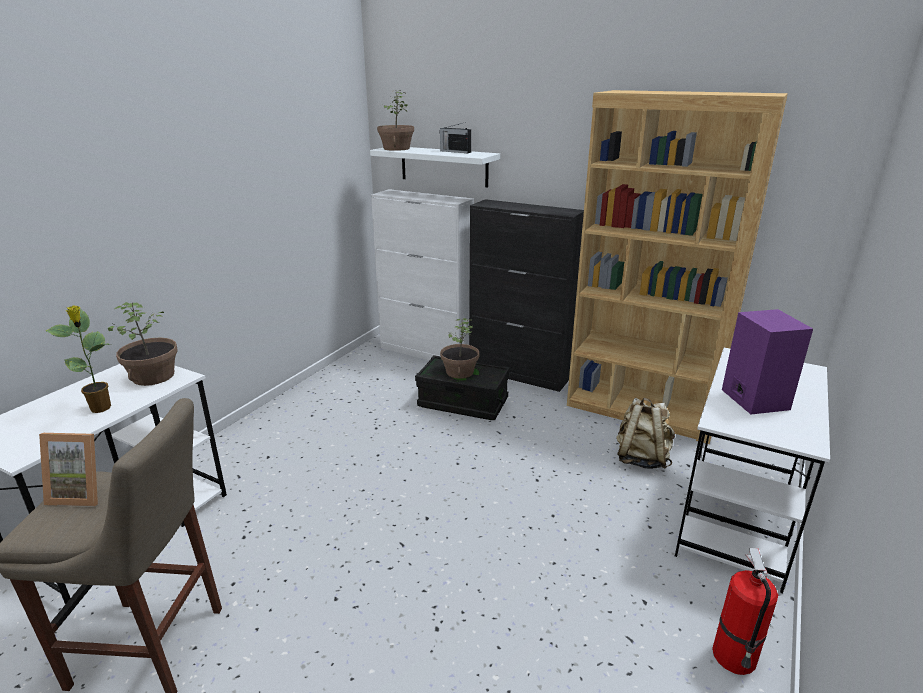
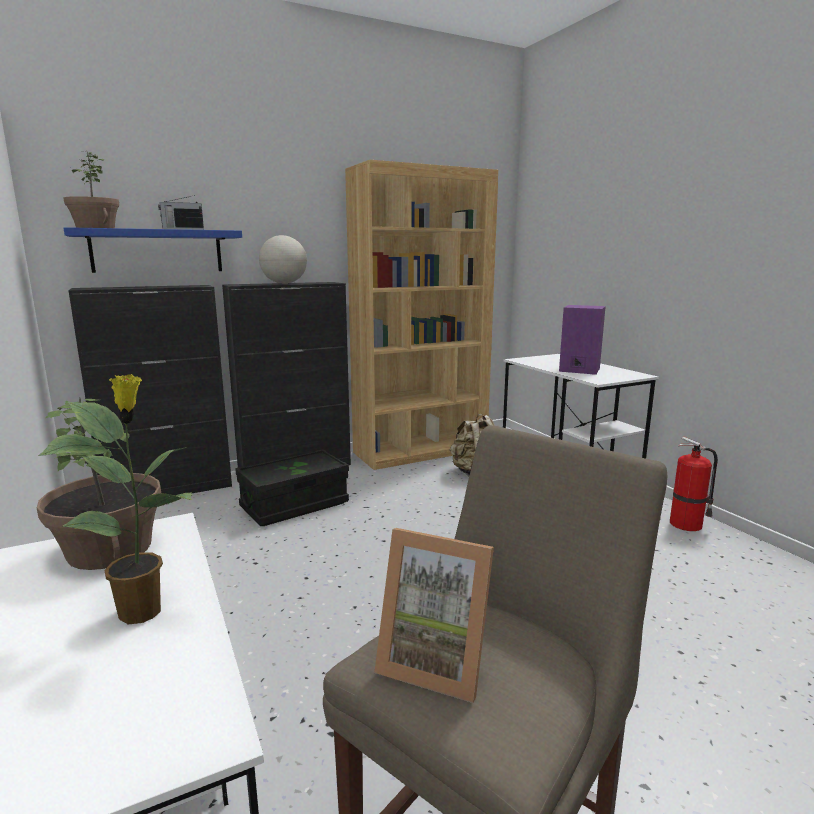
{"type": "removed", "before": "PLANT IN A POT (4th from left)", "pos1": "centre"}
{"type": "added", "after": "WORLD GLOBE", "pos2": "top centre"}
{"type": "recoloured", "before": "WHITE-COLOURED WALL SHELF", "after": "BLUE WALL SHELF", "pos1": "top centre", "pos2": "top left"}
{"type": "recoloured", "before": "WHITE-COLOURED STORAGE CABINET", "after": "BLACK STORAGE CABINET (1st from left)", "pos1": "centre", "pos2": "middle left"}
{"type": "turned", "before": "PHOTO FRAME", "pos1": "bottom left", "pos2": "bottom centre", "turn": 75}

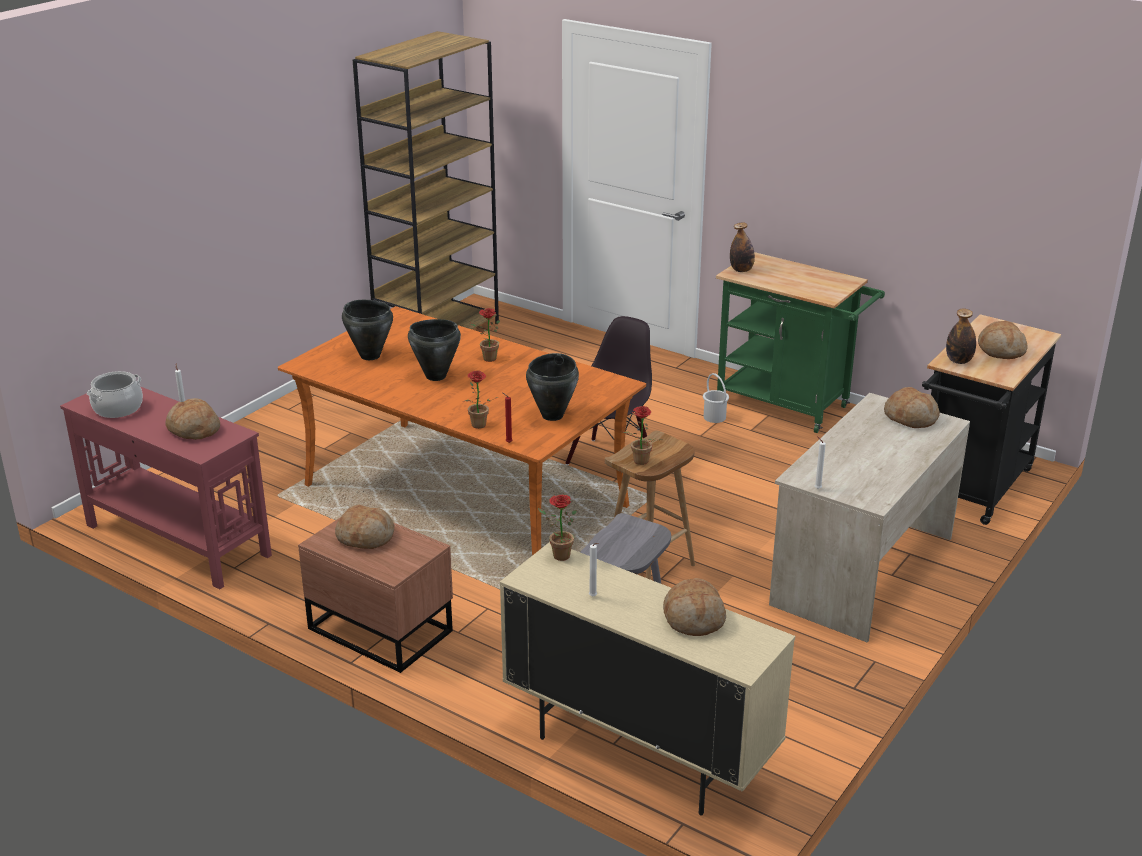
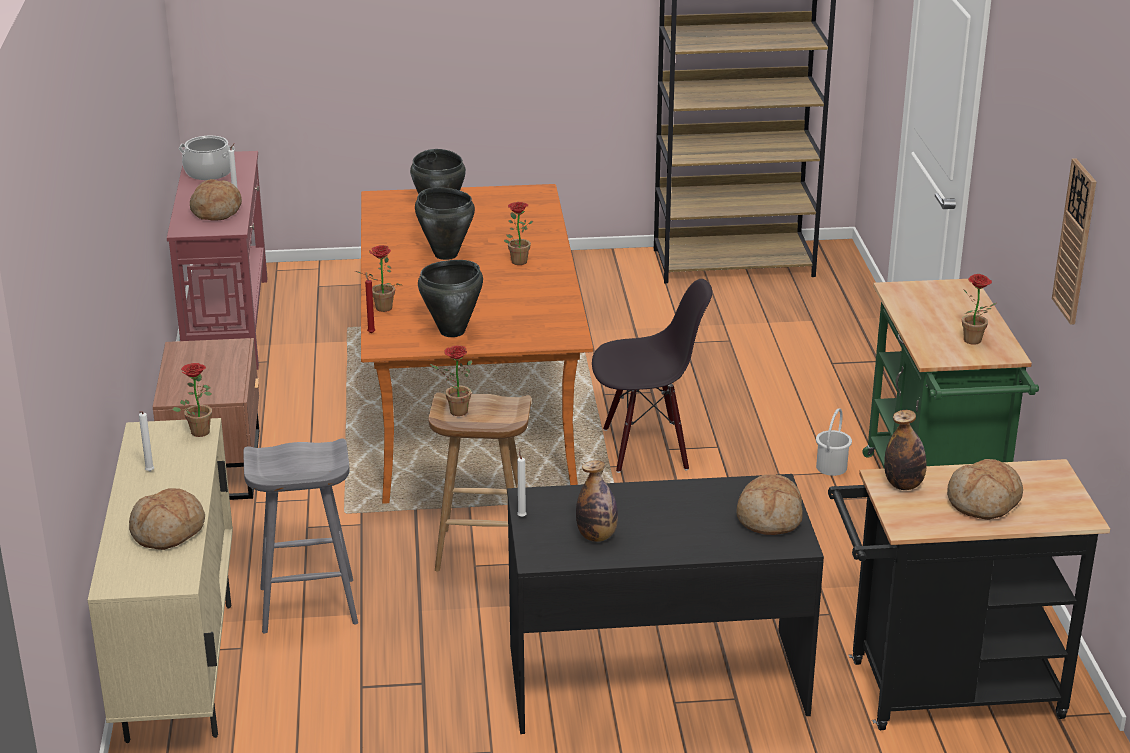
{"type": "removed", "before": "BAKERY BREAD (2nd from left)", "pos1": "middle left"}
{"type": "added", "after": "PLANT IN A POT (5th from left)", "pos2": "middle right"}
{"type": "added", "after": "WALL CLOCK", "pos2": "top right"}
{"type": "moved", "before": "BOTTLE (1st from left)", "pos1": "top centre", "pos2": "centre"}
{"type": "recoloured", "before": "SAND-COLOURED DESK TABLE", "after": "BLACK DESK TABLE", "pos1": "middle right", "pos2": "bottom centre"}

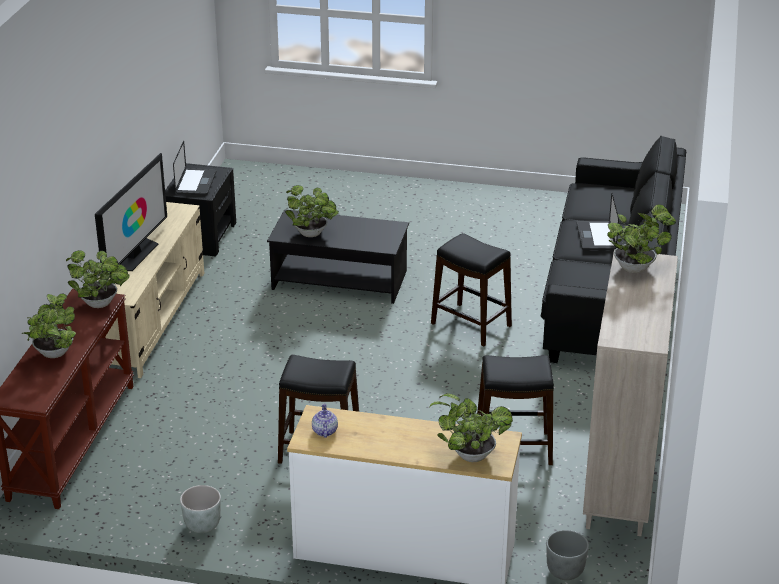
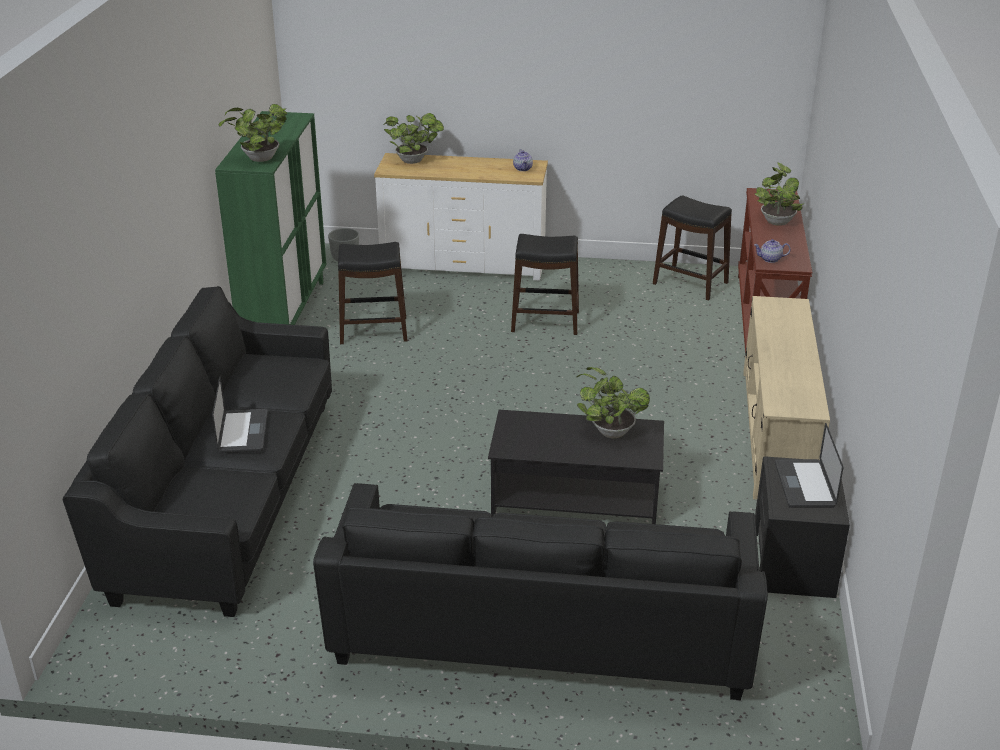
{"type": "removed", "before": "TELEVISION", "pos1": "middle left"}
{"type": "removed", "before": "GRAY PLANT POT (1st from left)", "pos1": "bottom left"}
{"type": "added", "after": "BLACK SETTEE (2nd from left)", "pos2": "bottom centre"}
{"type": "moved", "before": "BLACK SITTING STOOL (2nd from left in the first image)", "after": "BLACK SITTING STOOL (3rd from left)", "pos1": "centre", "pos2": "top right"}
{"type": "replaced", "before": "PLANT IN A POT (2nd from left)", "after": "TEA POT (2nd from left)", "pos1": "middle left", "pos2": "middle right"}
{"type": "recoloured", "before": "SAND-COLOURED STORAGE CABINET", "after": "GREEN-COLOURED STORAGE CABINET", "pos1": "bottom right", "pos2": "top left"}

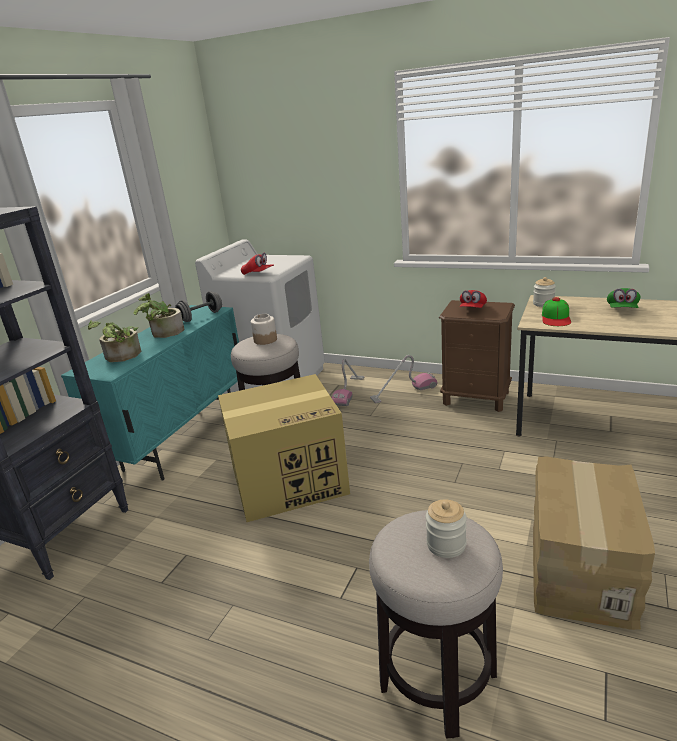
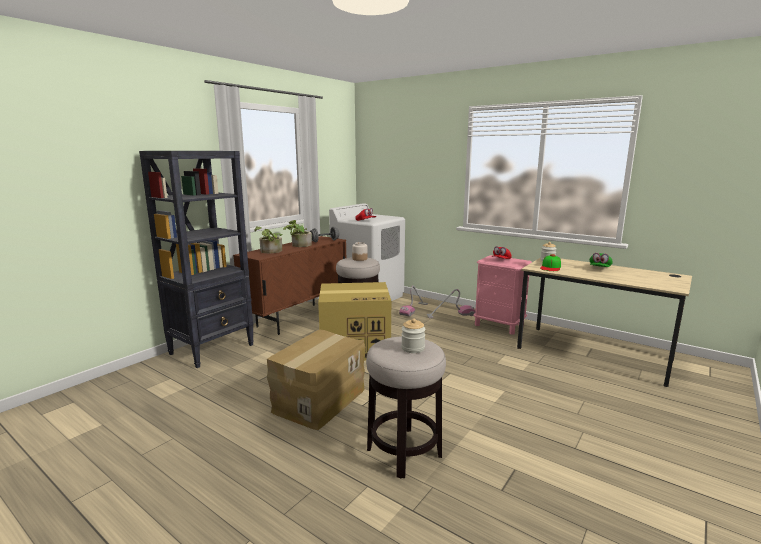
{"type": "moved", "before": "CARTON (2nd from left in the first image)", "after": "CARTON (1st from left)", "pos1": "bottom right", "pos2": "bottom centre"}
{"type": "recoloured", "before": "BLUE-GREEN STORAGE CABINET", "after": "BROWN STORAGE CABINET", "pos1": "middle left", "pos2": "centre"}
{"type": "recoloured", "before": "BROWN NIGHT TABLE", "after": "PINKISH NIGHT TABLE", "pos1": "middle right", "pos2": "centre"}

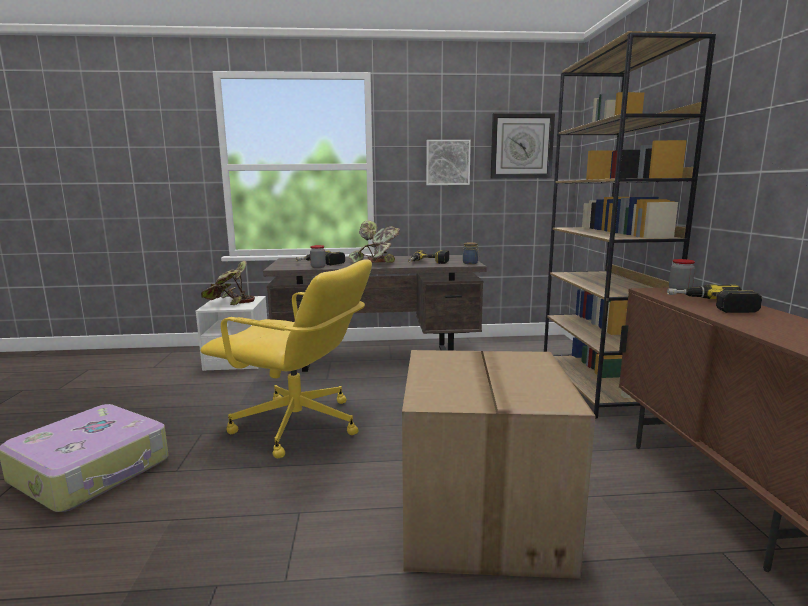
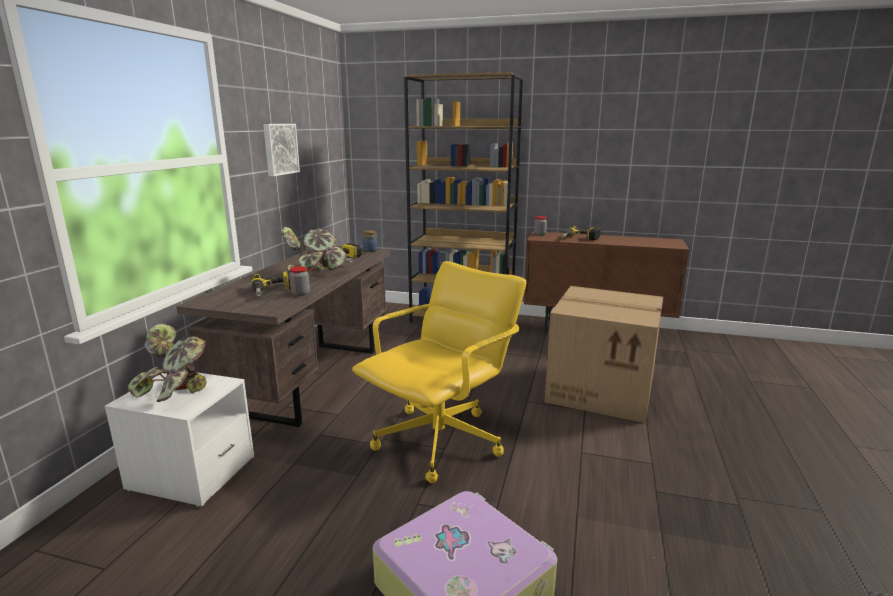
{"type": "removed", "before": "WALL CLOCK", "pos1": "top centre"}

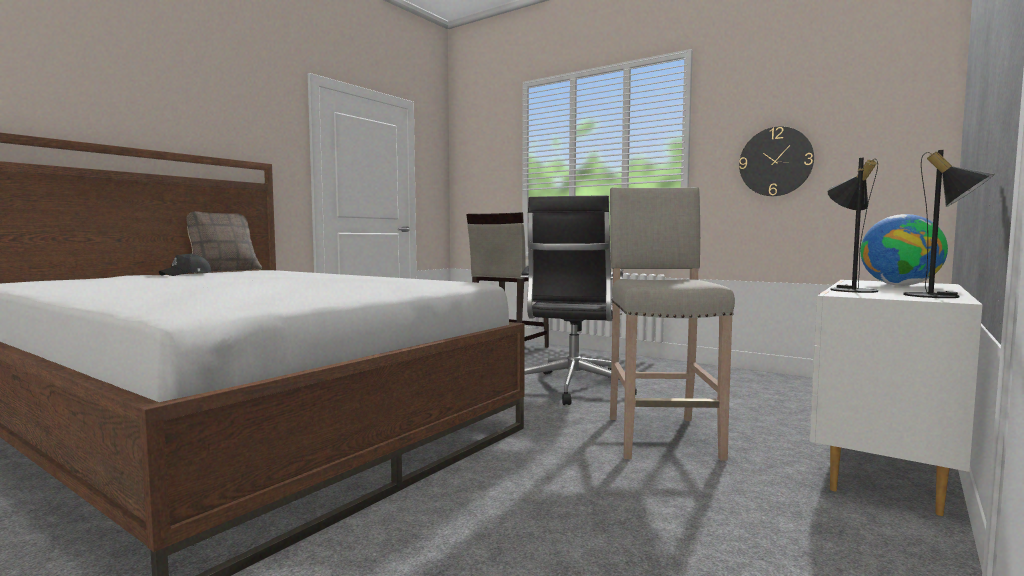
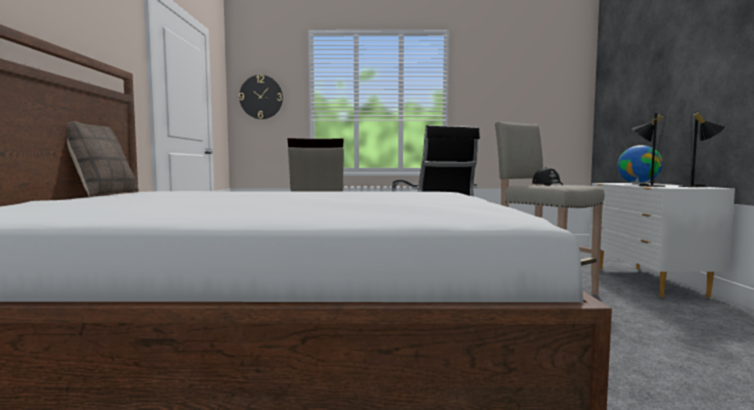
{"type": "moved", "before": "BLACK CAP", "pos1": "middle left", "pos2": "middle right"}
{"type": "moved", "before": "WALL CLOCK", "pos1": "top right", "pos2": "top centre"}

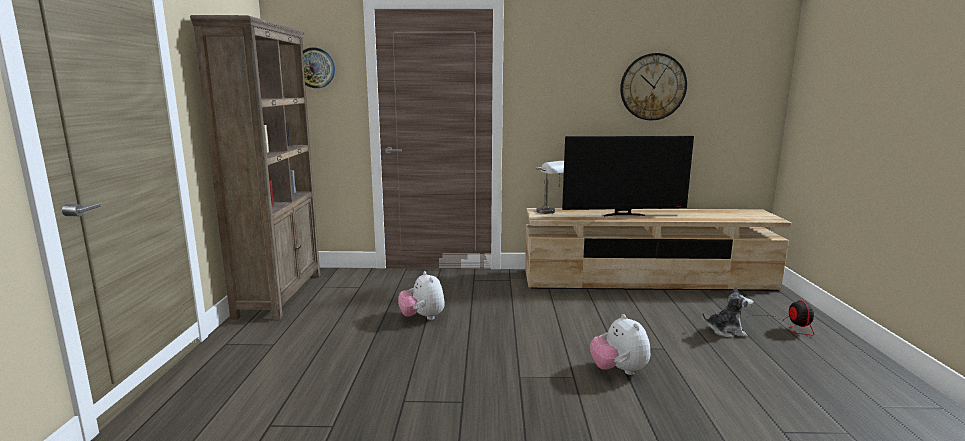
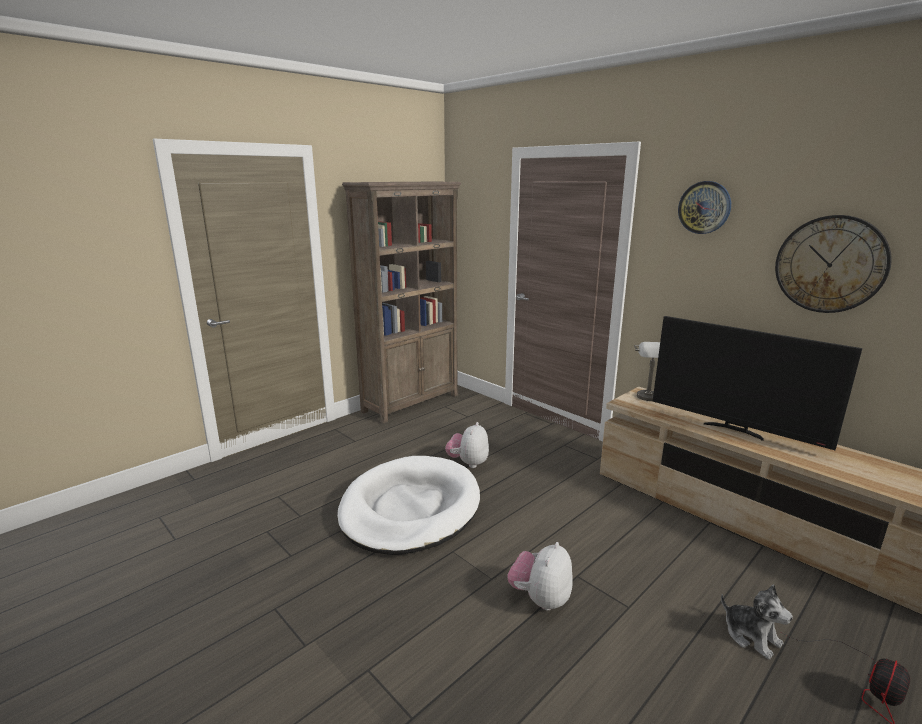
{"type": "added", "after": "WHITE-COLOURED DOG CUSHION", "pos2": "bottom centre"}
{"type": "moved", "before": "WALL CLOCK (1st from left)", "pos1": "top left", "pos2": "top right"}

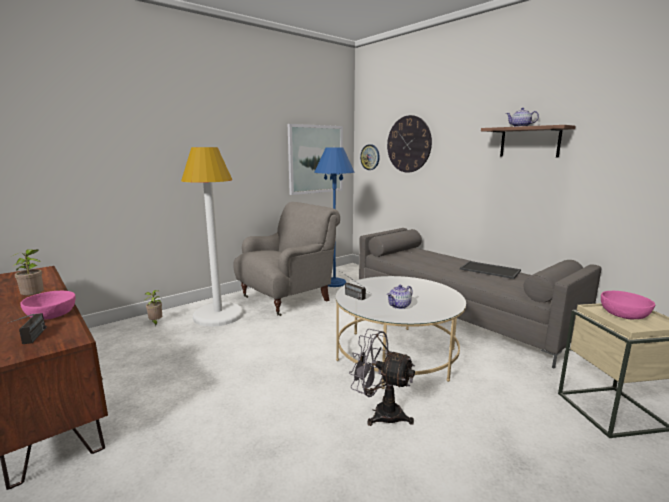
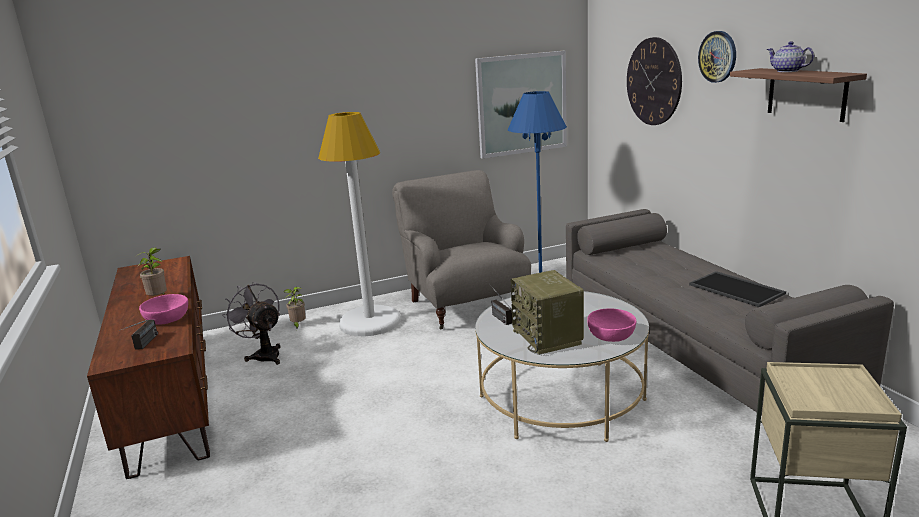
{"type": "moved", "before": "GRAY FAN", "pos1": "bottom centre", "pos2": "middle left"}
{"type": "moved", "before": "WALL CLOCK (1st from left in the first image)", "after": "WALL CLOCK (2nd from left)", "pos1": "top centre", "pos2": "top right"}
{"type": "moved", "before": "PINKISH BOWL (2nd from left)", "pos1": "middle right", "pos2": "centre"}
{"type": "replaced", "before": "TEA POT (1st from left)", "after": "RADIO SET (3rd from left)", "pos1": "centre", "pos2": "centre"}
{"type": "turned", "before": "GRAY EASY CHAIR", "pos1": "centre", "pos2": "centre", "turn": -90}

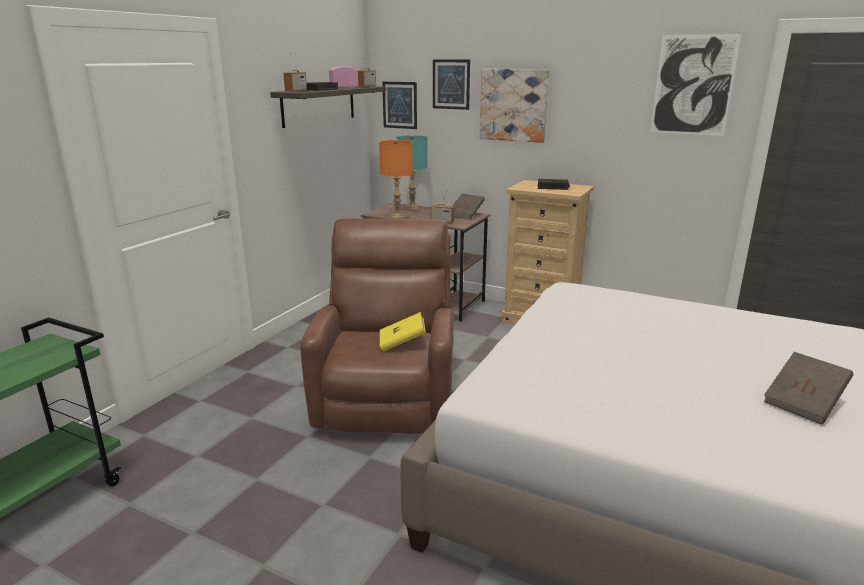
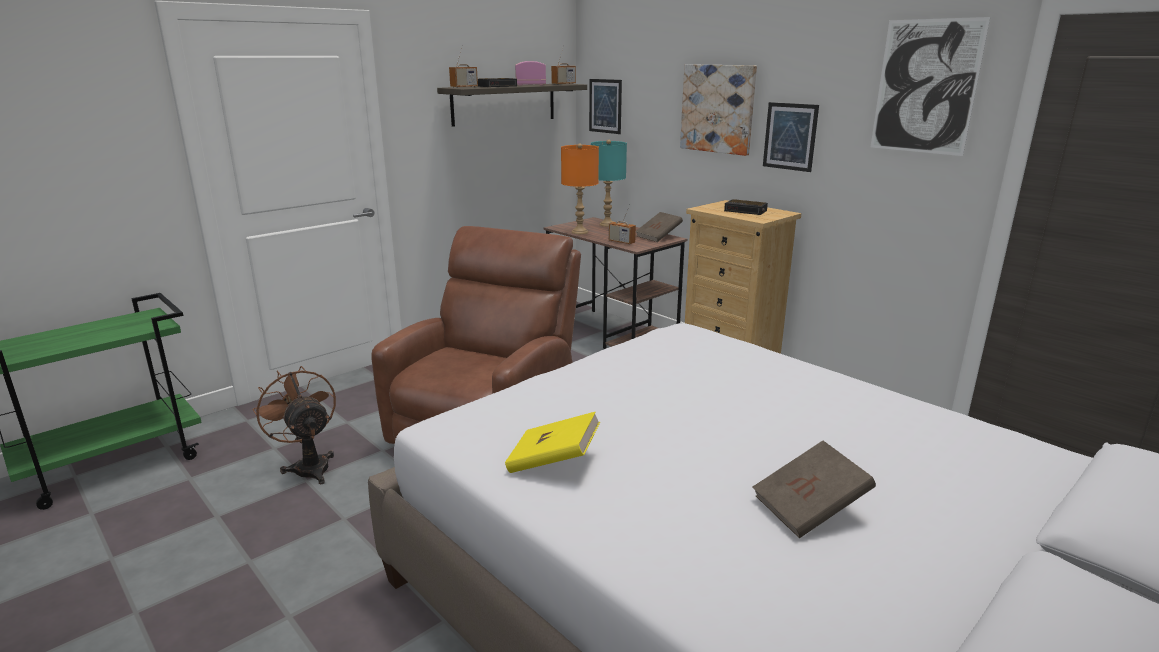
{"type": "added", "after": "BROWN FAN", "pos2": "middle left"}
{"type": "moved", "before": "YELLOWISH BOUND BOOK", "pos1": "centre", "pos2": "bottom centre"}
{"type": "moved", "before": "WALL PICTURE (2nd from left in the first image)", "after": "WALL PICTURE (3rd from left)", "pos1": "top centre", "pos2": "top right"}

